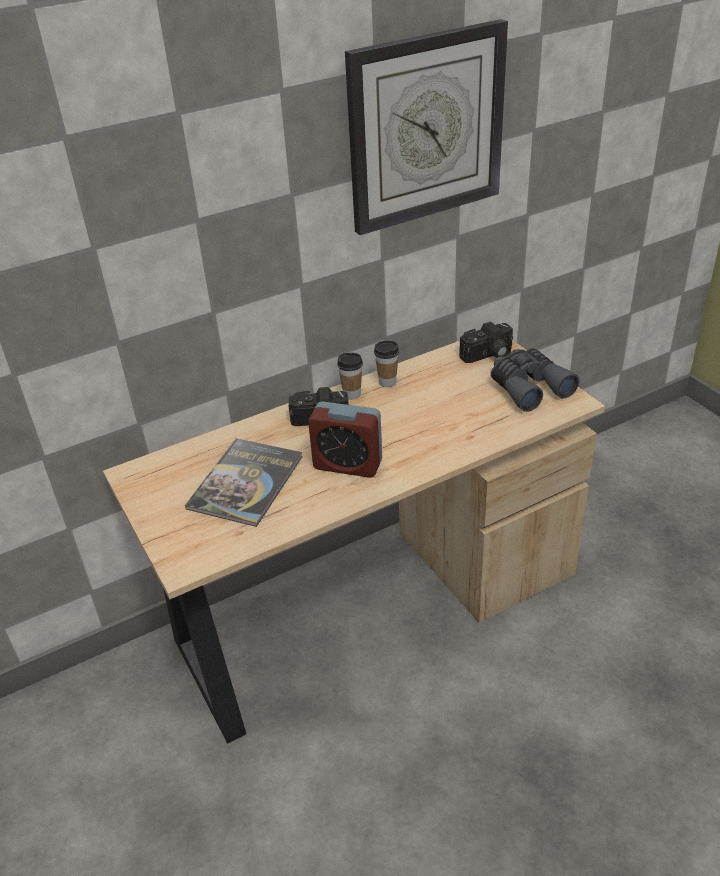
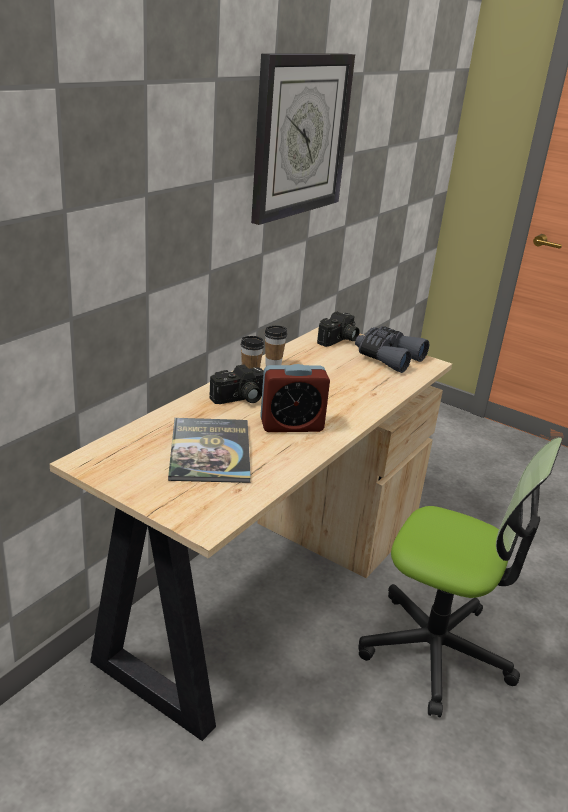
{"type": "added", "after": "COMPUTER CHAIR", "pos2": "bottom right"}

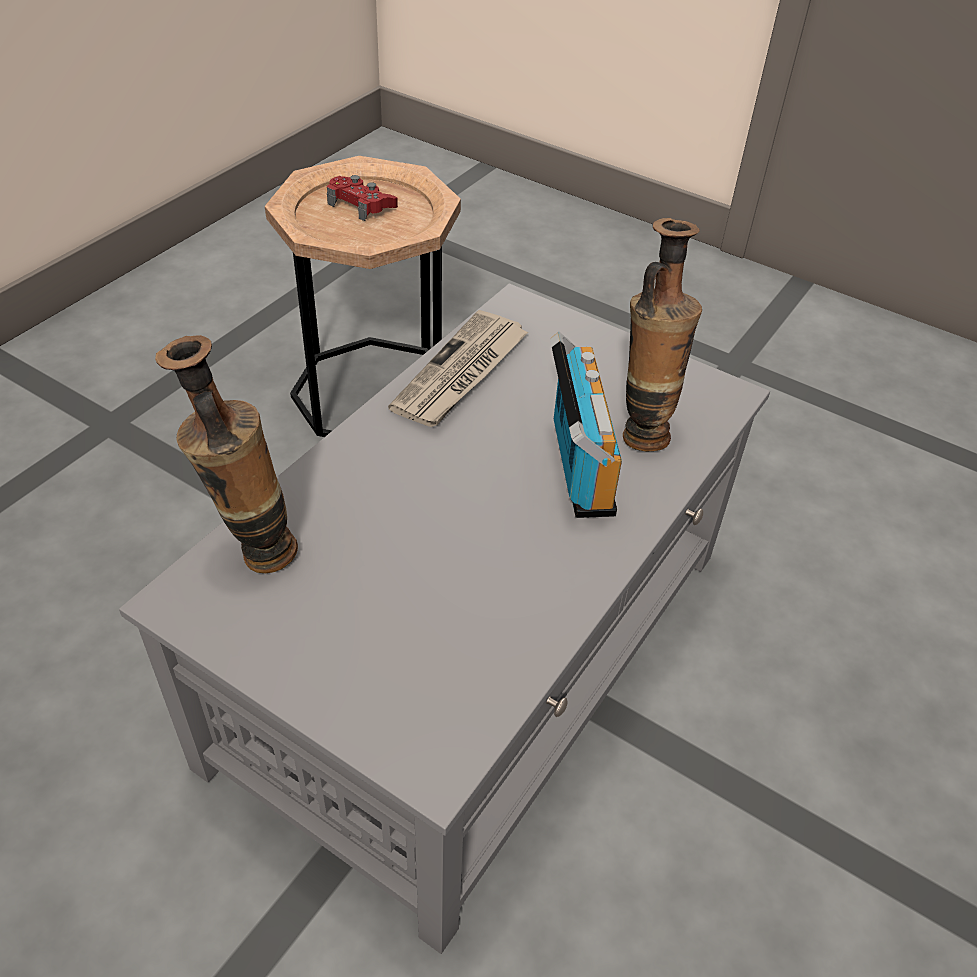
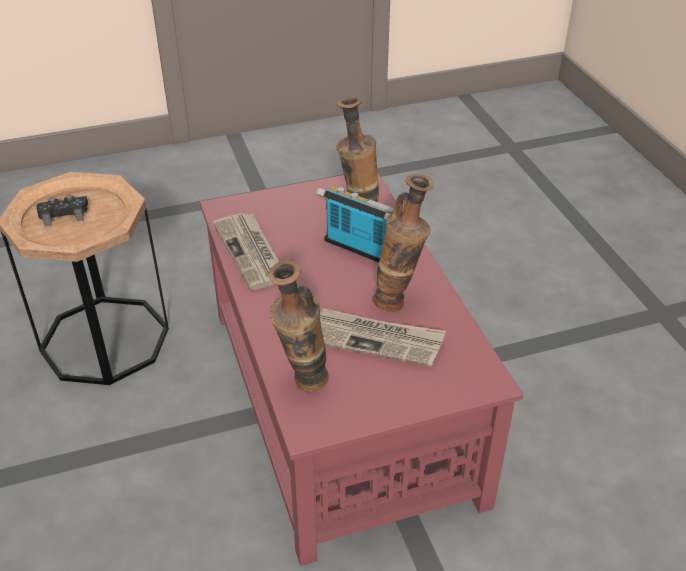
{"type": "added", "after": "DAILY PAPER (2nd from left)", "pos2": "centre"}
{"type": "added", "after": "DECORATIVE VASE (3rd from left)", "pos2": "centre"}
{"type": "recoloured", "before": "GRAY LOUNGE TABLE", "after": "RED LOUNGE TABLE", "pos1": "centre", "pos2": "centre"}
{"type": "recoloured", "before": "RED JOYPAD", "after": "BLACK JOYPAD", "pos1": "top centre", "pos2": "middle left"}

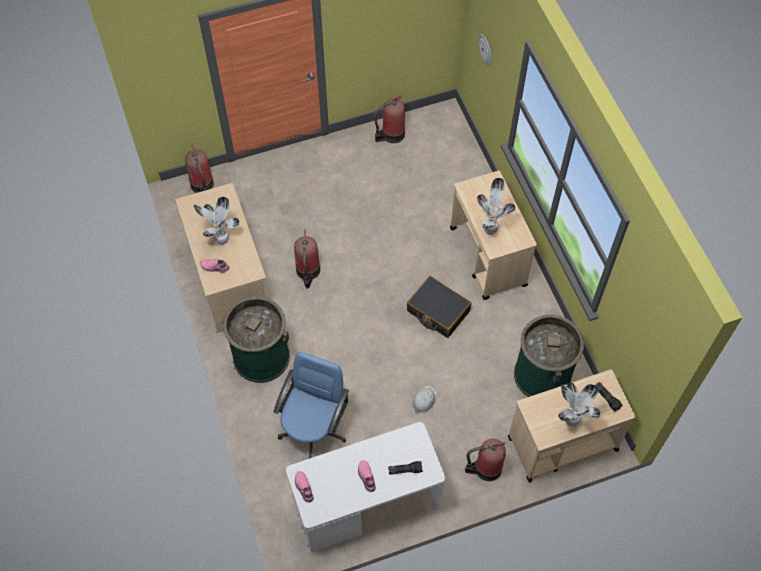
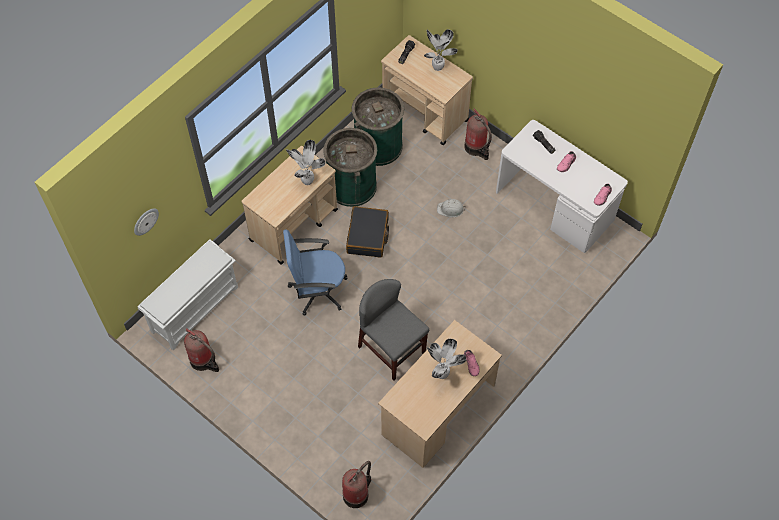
{"type": "added", "after": "WHITE-COLOURED SHOE SHELF", "pos2": "middle left"}
{"type": "moved", "before": "GREEN-COLOURED TRASH CAN (1st from left)", "pos1": "centre", "pos2": "top centre"}
{"type": "moved", "before": "BLUE COMPUTER CHAIR", "pos1": "bottom centre", "pos2": "centre"}
{"type": "replaced", "before": "EXTINGUISHER (2nd from left)", "after": "GRAY PLAIN CHAIR", "pos1": "centre", "pos2": "centre"}

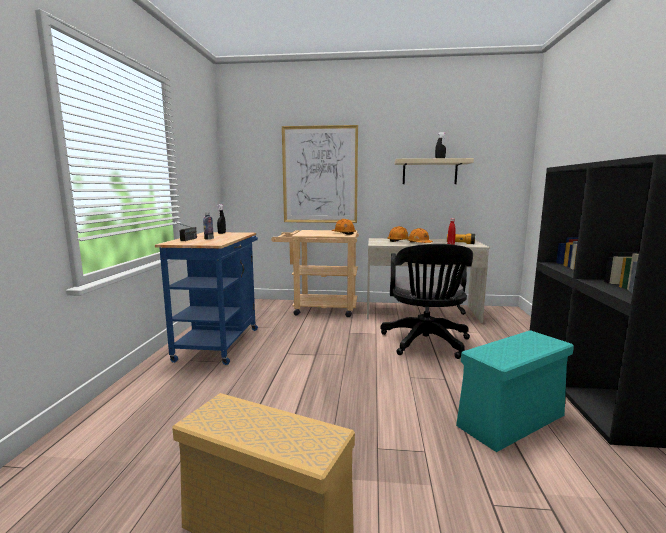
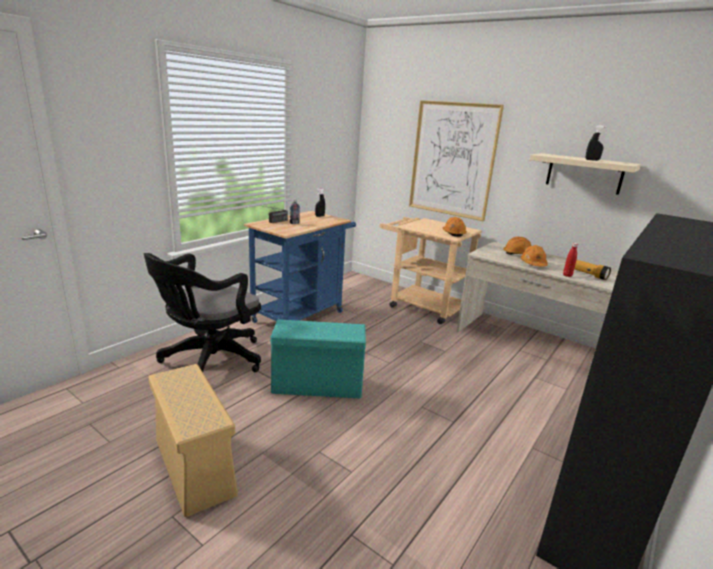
{"type": "moved", "before": "BLACK COMPUTER CHAIR", "pos1": "centre", "pos2": "middle left"}
{"type": "moved", "before": "BLUE-GREEN STORAGE CONTAINER", "pos1": "bottom right", "pos2": "centre"}

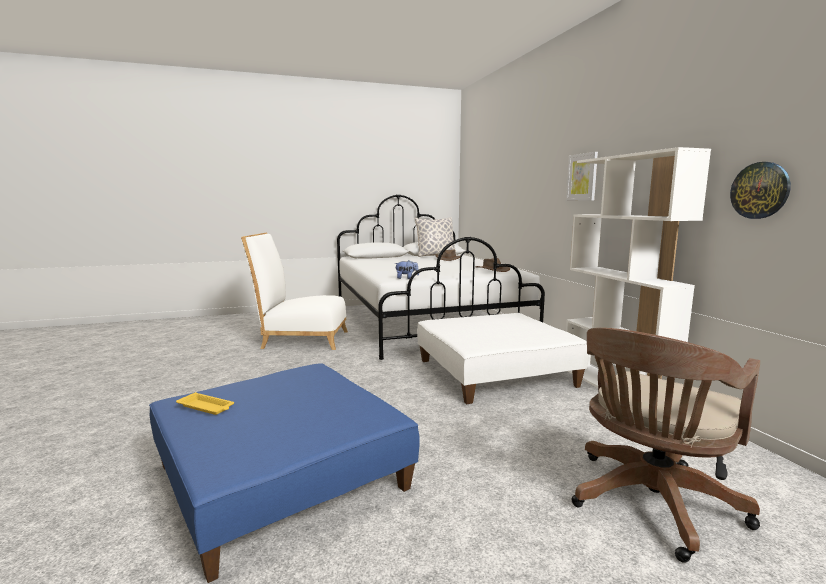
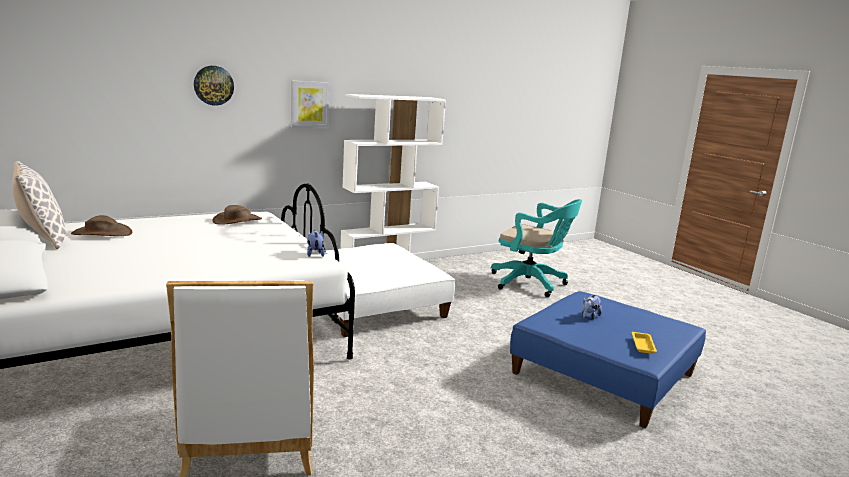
{"type": "added", "after": "CUDDLY TOY (2nd from left)", "pos2": "middle right"}
{"type": "moved", "before": "WALL CLOCK", "pos1": "top right", "pos2": "top left"}
{"type": "recoloured", "before": "BROWN COMPUTER CHAIR", "after": "BLUE-GREEN COMPUTER CHAIR", "pos1": "bottom right", "pos2": "centre"}

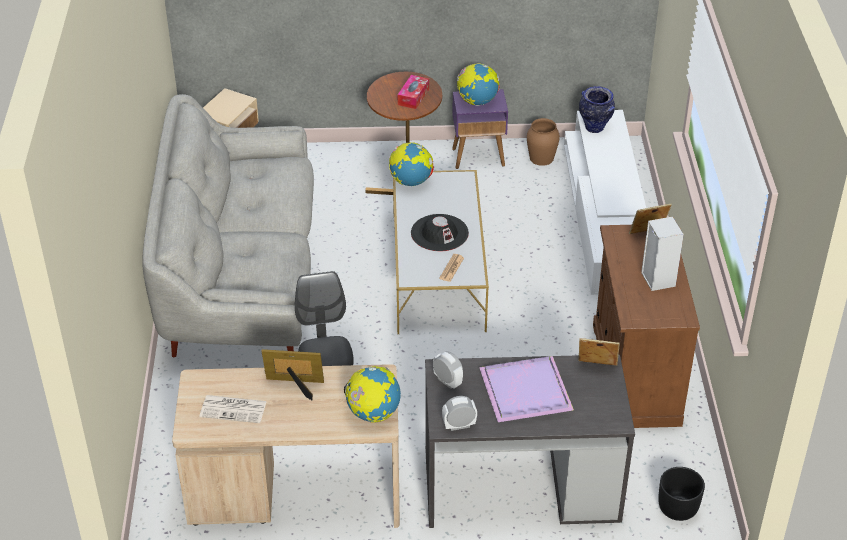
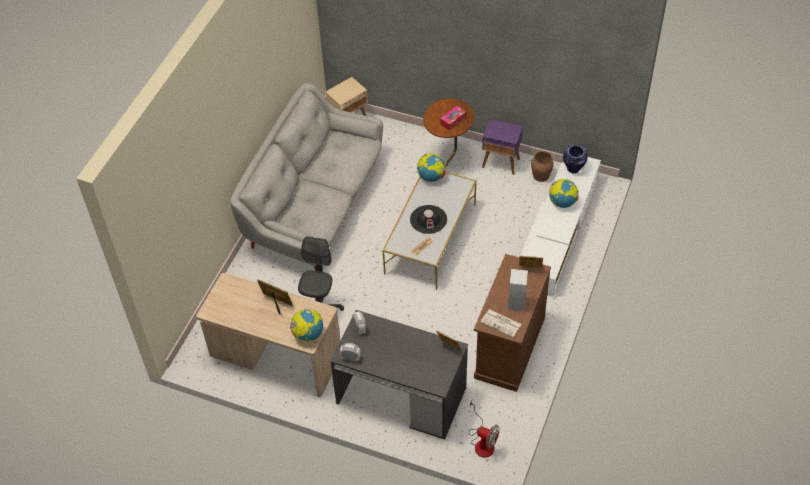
{"type": "removed", "before": "PURPLE-COLOURED TRAY", "pos1": "bottom centre"}
{"type": "moved", "before": "DAILY PAPER (1st from left in the first image)", "after": "DAILY PAPER (2nd from left)", "pos1": "bottom left", "pos2": "centre"}
{"type": "moved", "before": "WORLD GLOBE (3rd from left)", "pos1": "top centre", "pos2": "middle right"}
{"type": "replaced", "before": "BLACK PLANT POT", "after": "FAN", "pos1": "bottom right", "pos2": "bottom centre"}

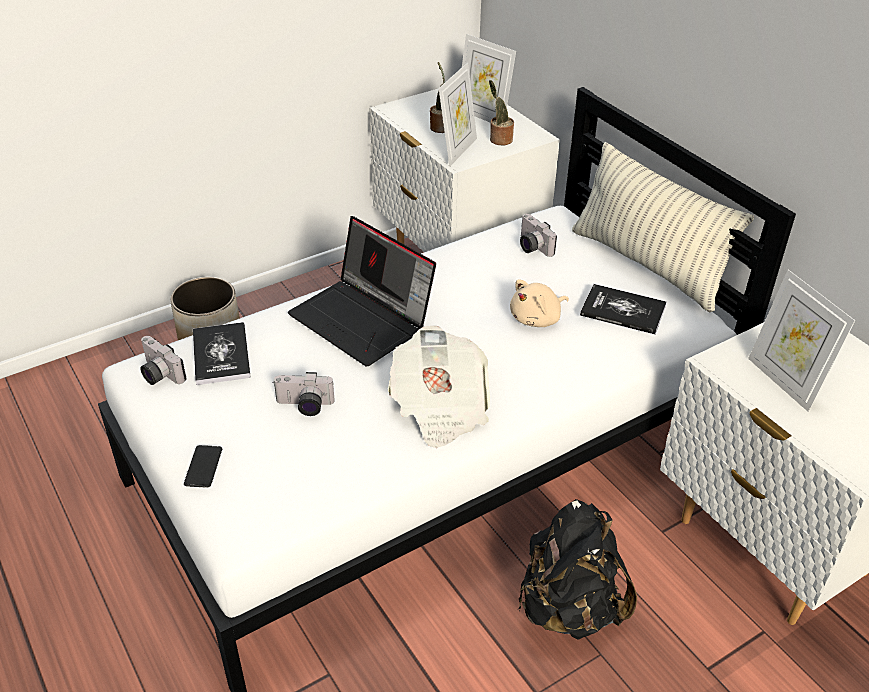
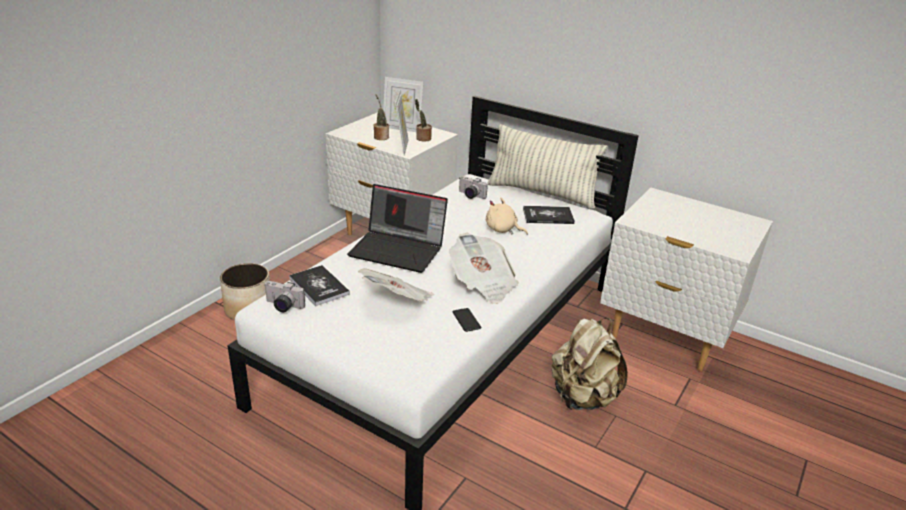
{"type": "removed", "before": "PHOTO FRAME (3rd from left)", "pos1": "middle right"}
{"type": "moved", "before": "HANDSET", "pos1": "bottom left", "pos2": "centre"}
{"type": "replaced", "before": "PHOTO CAMERA (2nd from left)", "after": "DAILY PAPER (1st from left)", "pos1": "centre", "pos2": "centre"}
{"type": "recoloured", "before": "BLACK BACKPACK", "after": "SAND-COLOURED BACKPACK", "pos1": "bottom centre", "pos2": "bottom centre"}
{"type": "turned", "before": "SAND-COLOURED CUDDLY TOY", "pos1": "centre", "pos2": "centre", "turn": 90}

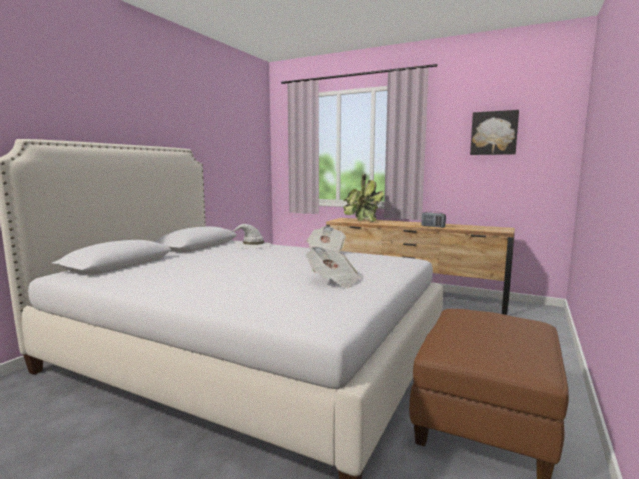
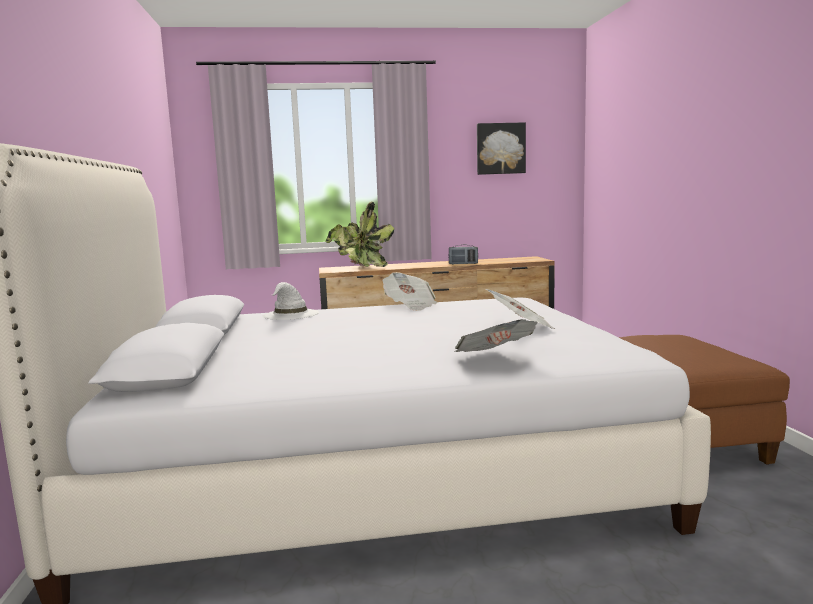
{"type": "added", "after": "DAILY PAPER (2nd from left)", "pos2": "centre"}

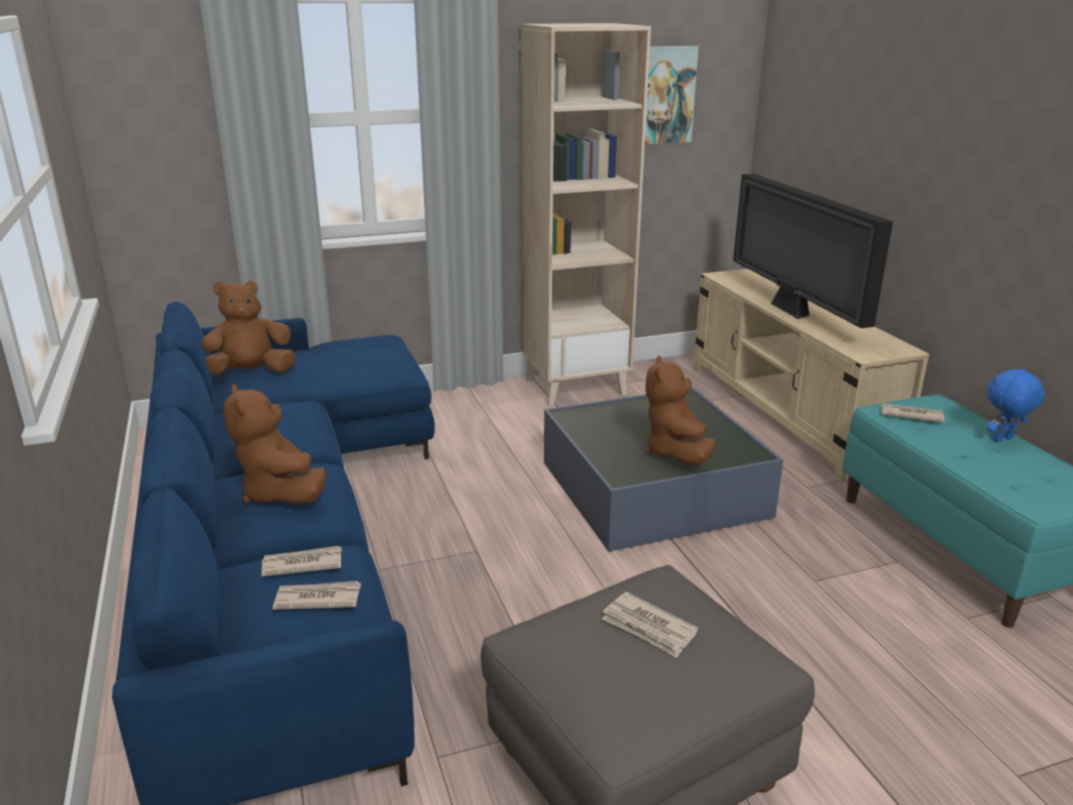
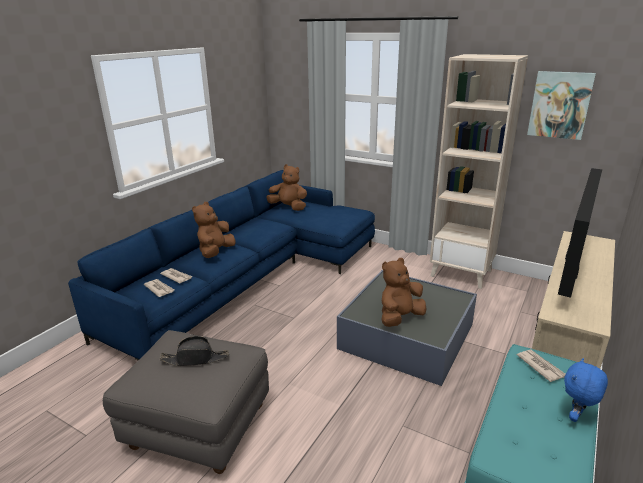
{"type": "replaced", "before": "DAILY PAPER (3rd from left)", "after": "BLACK WEARABLE HAT", "pos1": "bottom centre", "pos2": "bottom left"}
{"type": "turned", "before": "BLUE CUDDLY TOY", "pos1": "middle right", "pos2": "bottom right", "turn": -75}

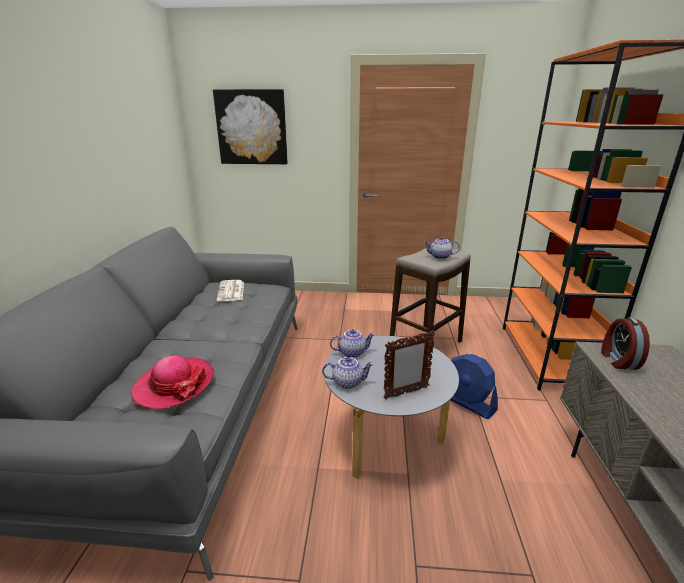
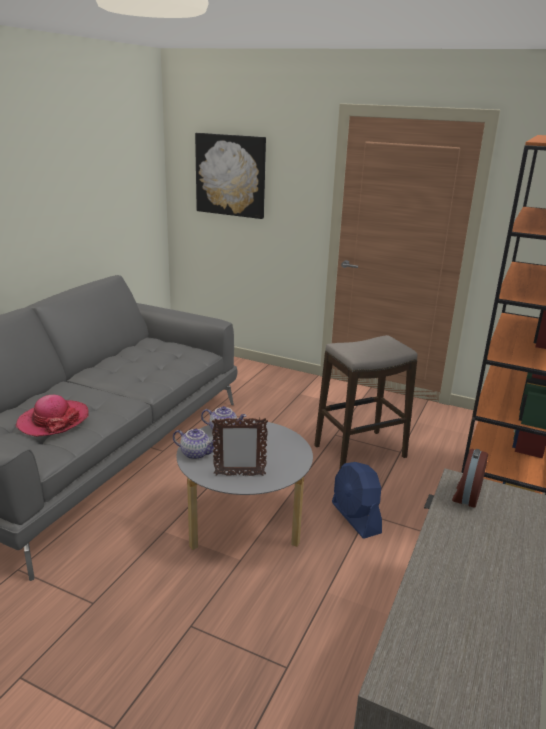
{"type": "removed", "before": "DAILY PAPER", "pos1": "centre"}
{"type": "removed", "before": "TEA POT (3rd from left)", "pos1": "centre"}

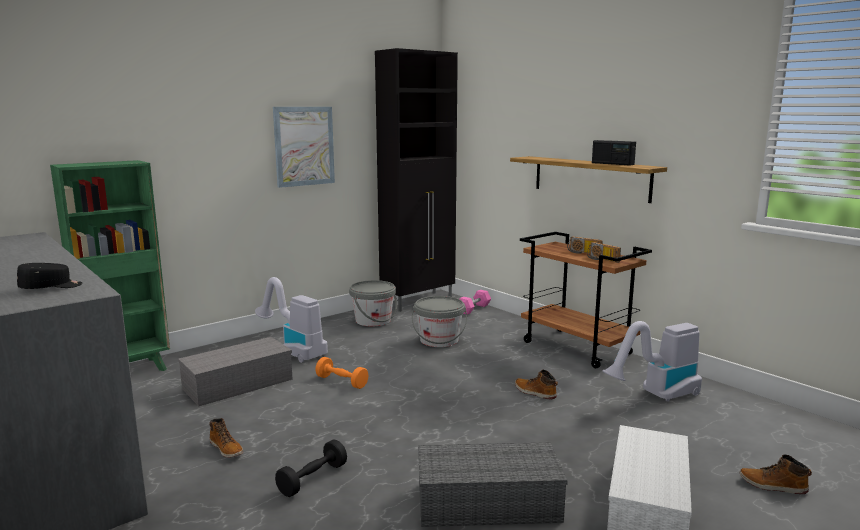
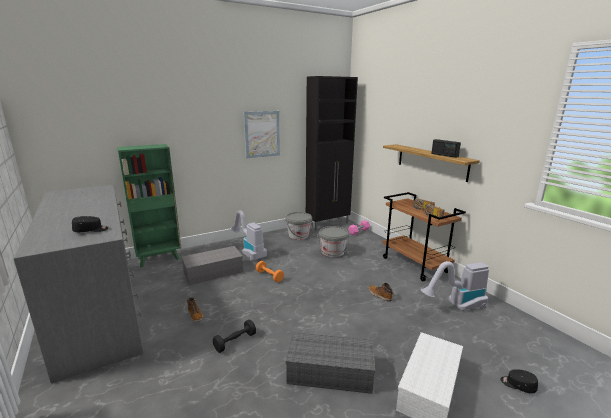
{"type": "replaced", "before": "TALL BOOT (3rd from left)", "after": "BLACK CAP (2nd from left)", "pos1": "bottom right", "pos2": "bottom right"}

